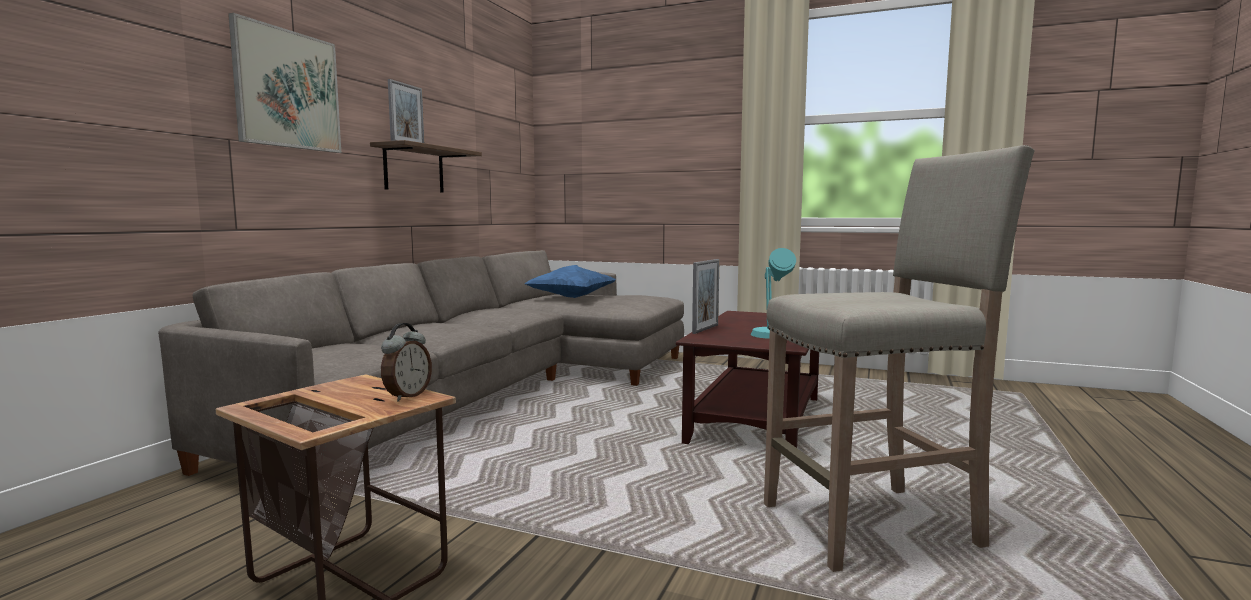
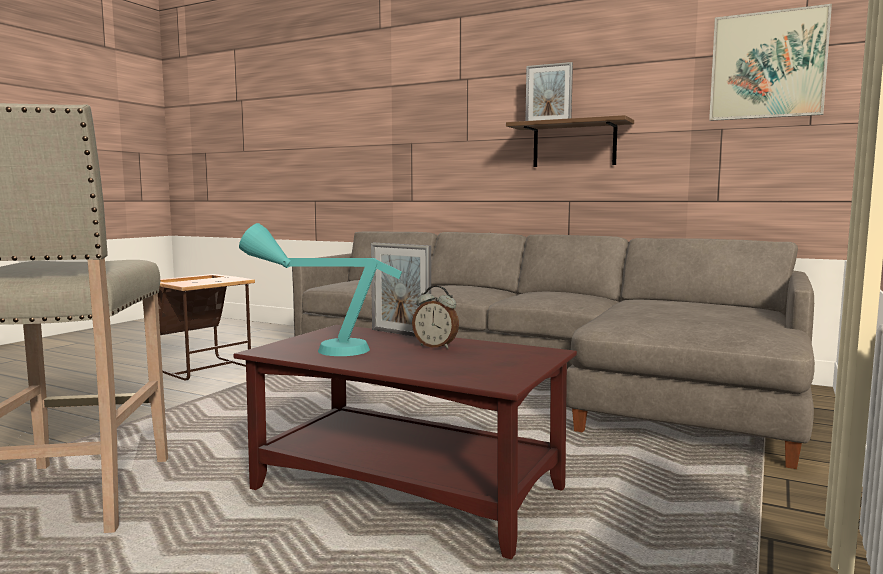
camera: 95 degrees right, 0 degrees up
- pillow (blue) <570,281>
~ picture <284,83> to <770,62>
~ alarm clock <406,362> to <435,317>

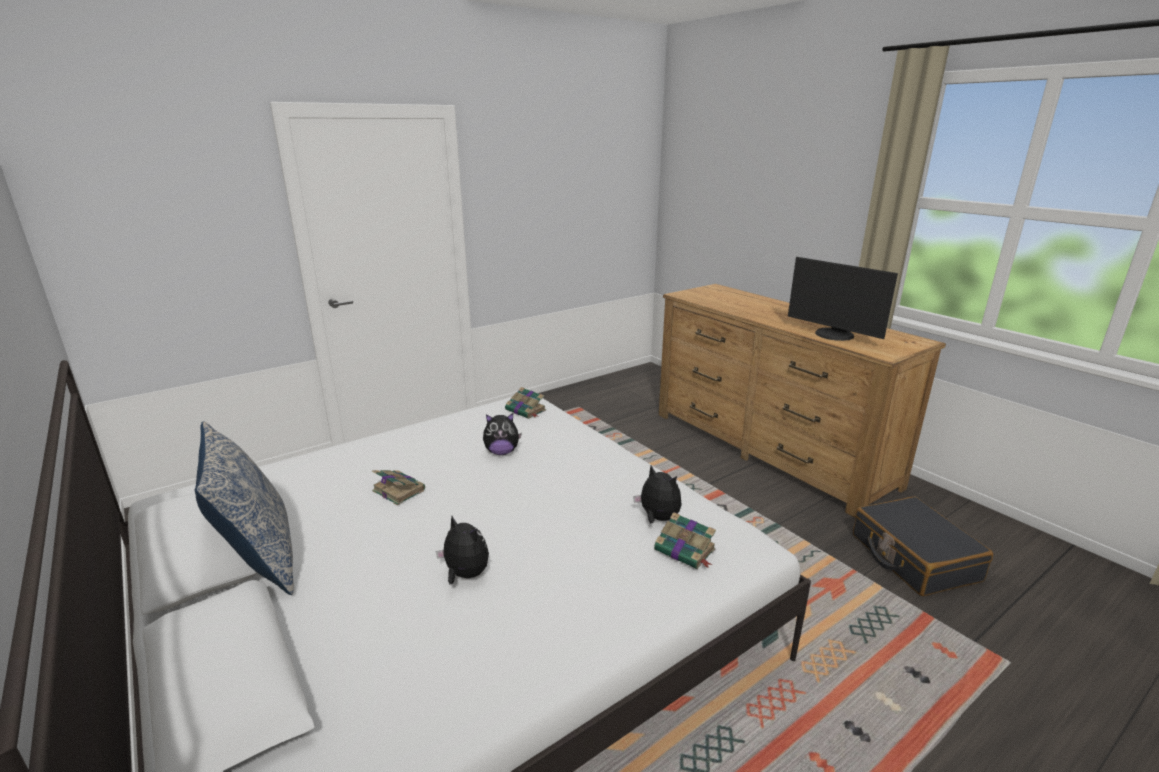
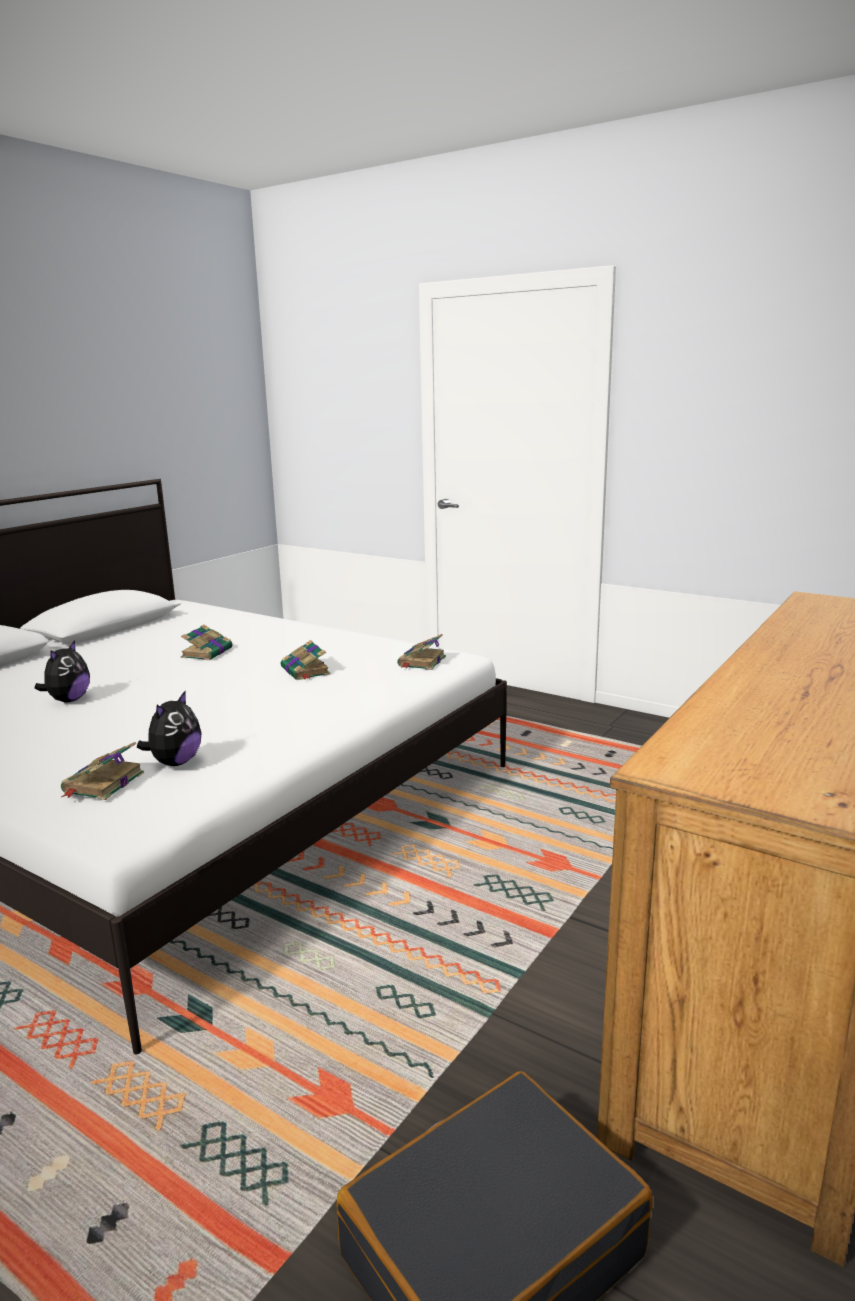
camera: 70 degrees right, 5 degrees down
- pillow <244,508>
- monitor <843,299>
~ plush toy <502,434> to book <305,660>

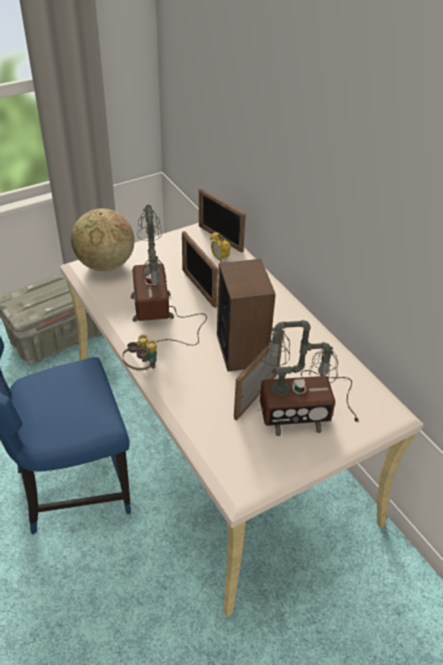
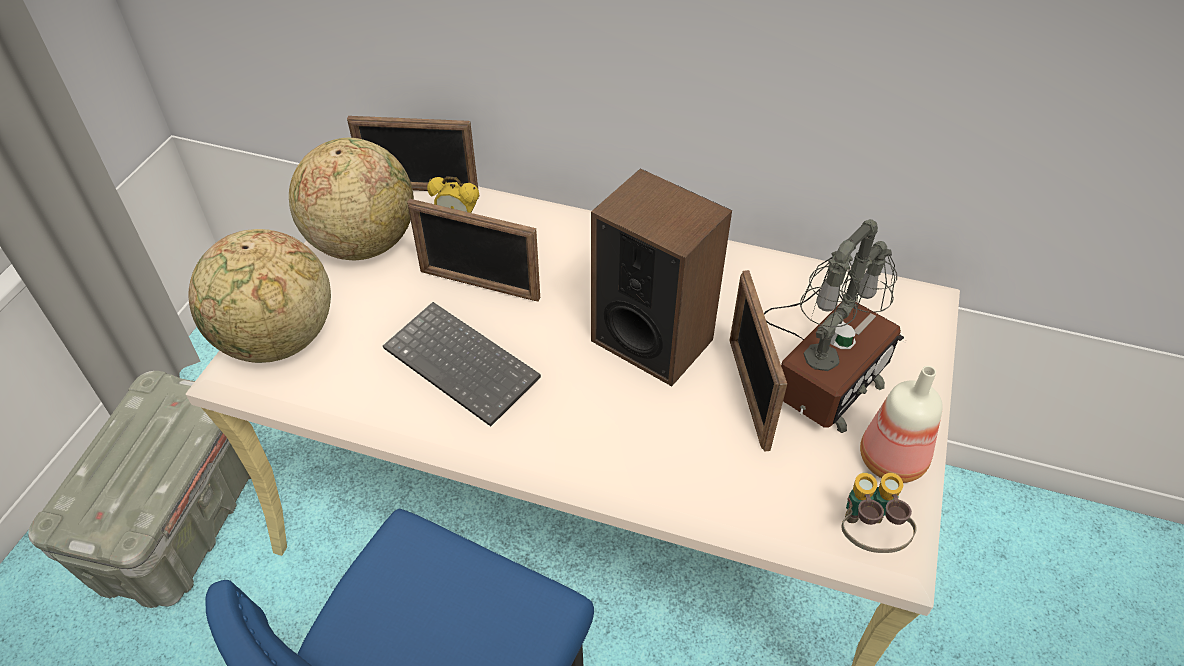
camera: 40 degrees left, 5 degrees up
+ globe <351,199>
+ bottle <901,424>
~ binoculars <139,352> to <879,513>
~ table lamp <169,274> to keyboard <462,364>

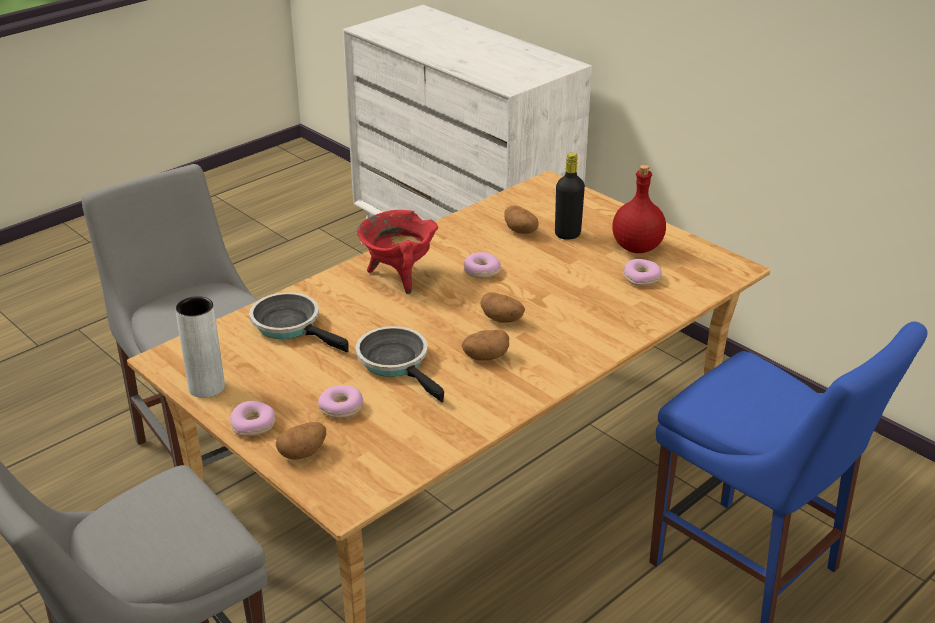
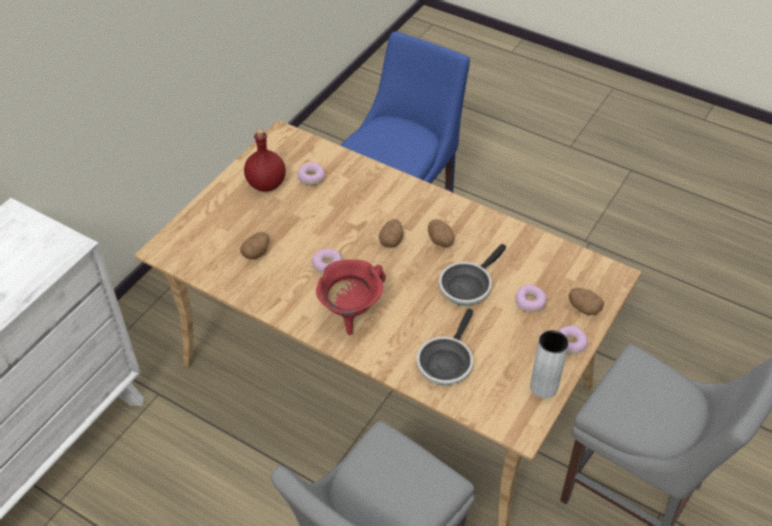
camera: 105 degrees left, 15 degrees up
- bottle (black) <570,196>

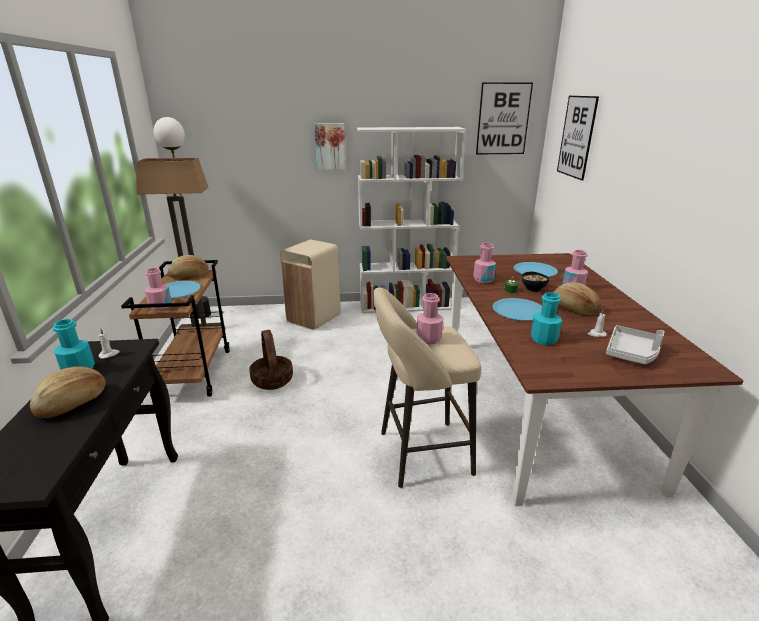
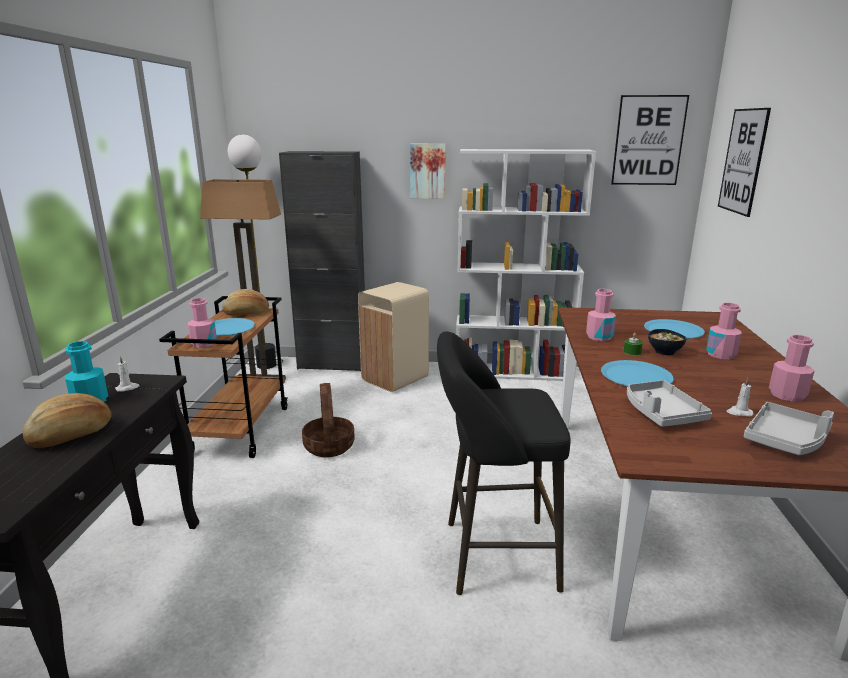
camera: 10 degrees right, 5 degrees down
- bread <577,298>
+ cabinet (black) <322,261>
~ bottle (pink) <429,318> to <791,368>
~ bottle (turquoise) <546,318> to tray (grey) <669,403>
~ stool (beige) <427,387> to stool (black) <504,463>

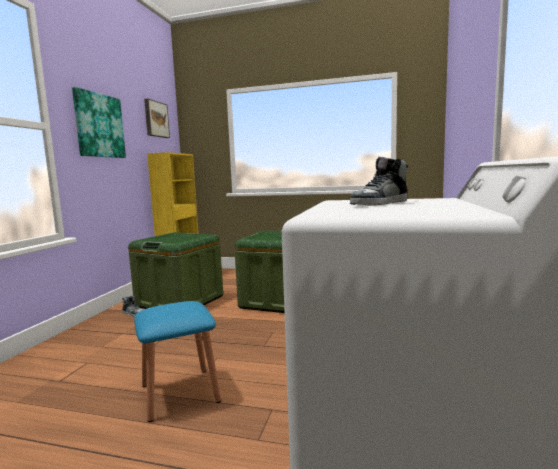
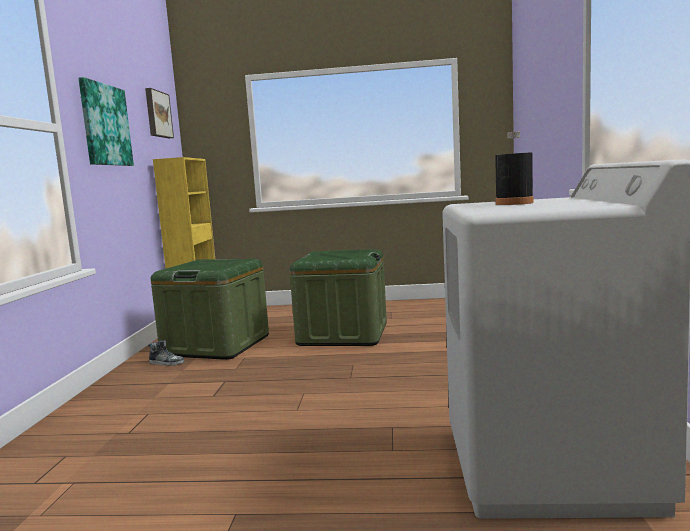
camera: 10 degrees left, 0 degrees up
- stool (blue) <177,361>
~ shoe <379,181> to bottle (black) <514,168>

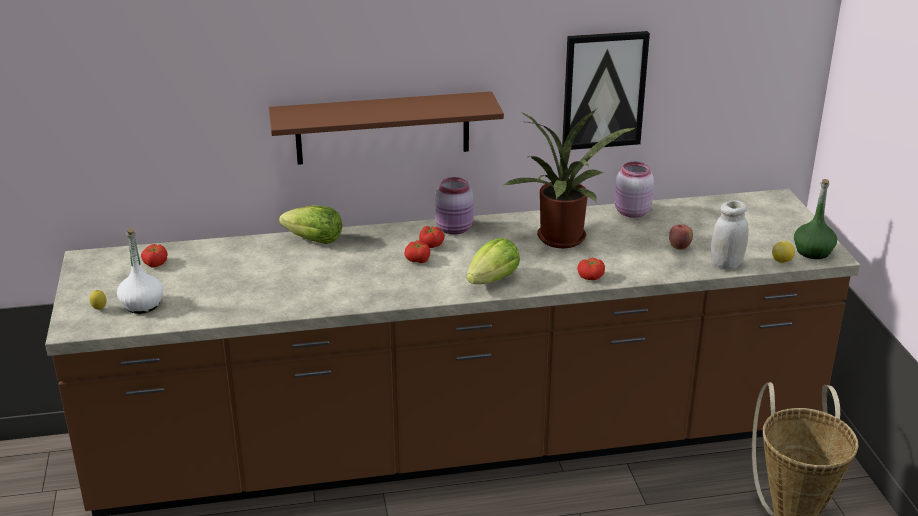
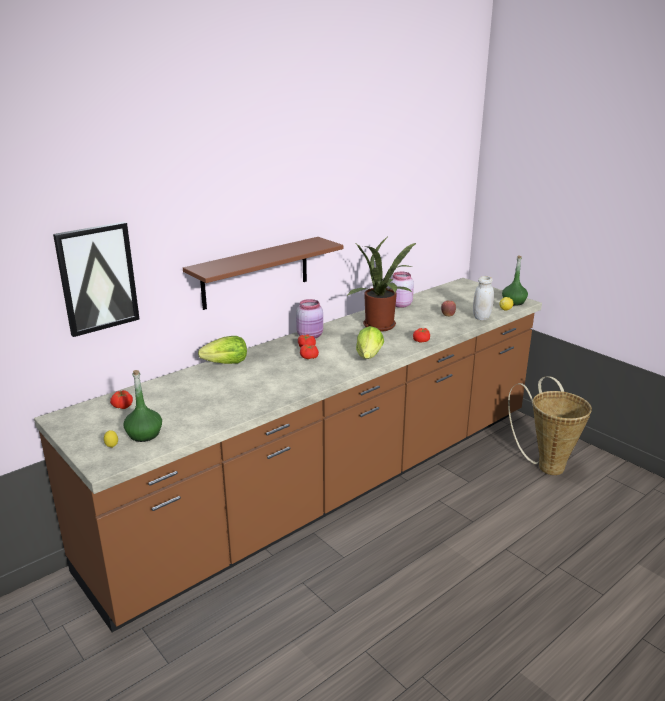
camera: 30 degrees left, 5 degrees down
~ picture <606,90> to <96,279>
~ bottle (white) <140,271> to bottle (green) <142,406>

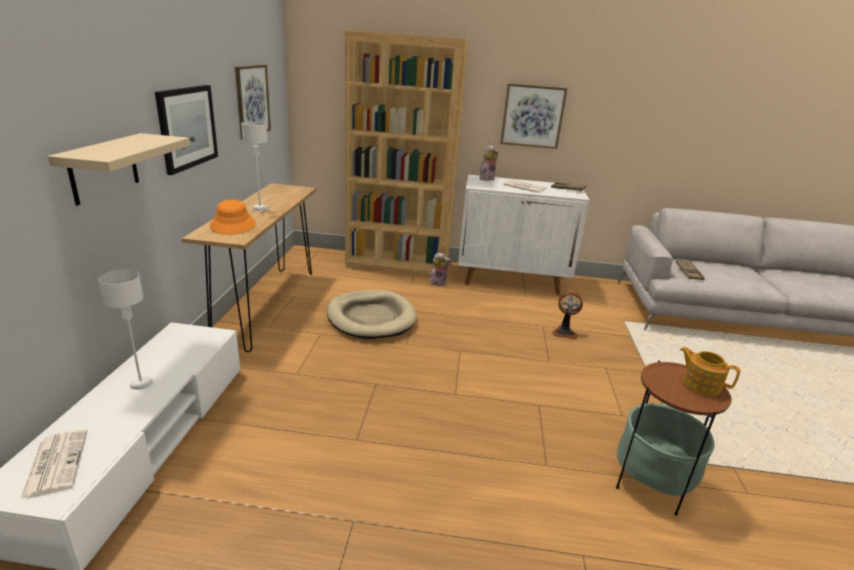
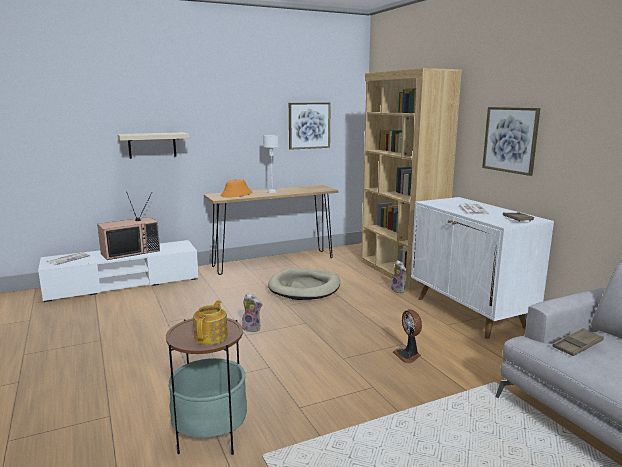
camera: 60 degrees right, 10 degrees down
- picture <186,130>
~ plush toy <489,163> to <252,312>
~ table lamp (white) <125,329> to television <128,226>

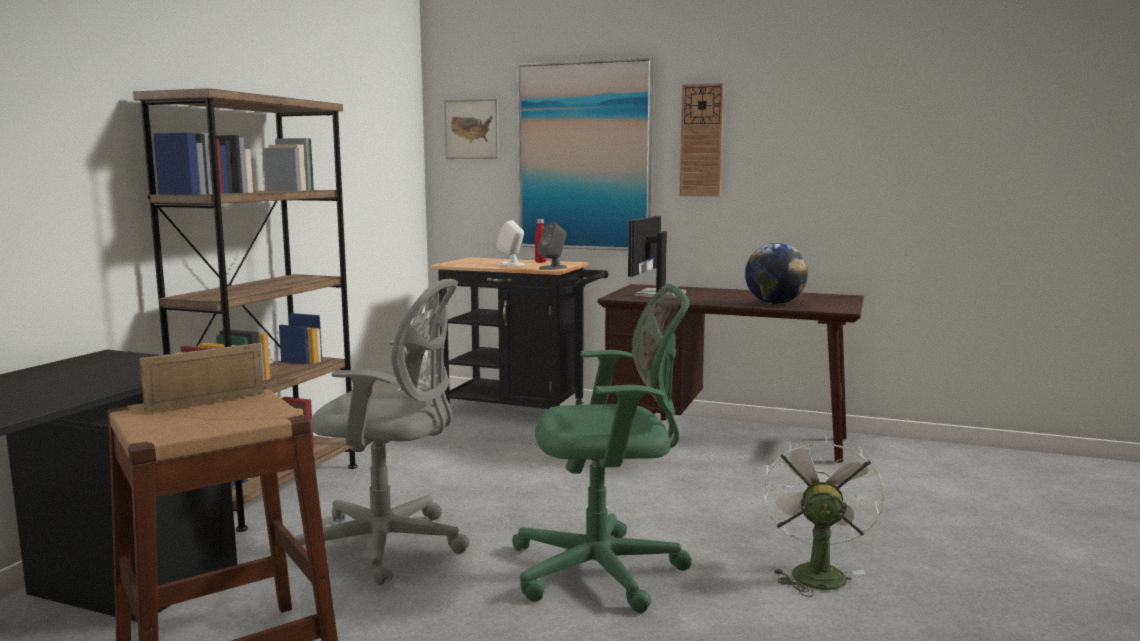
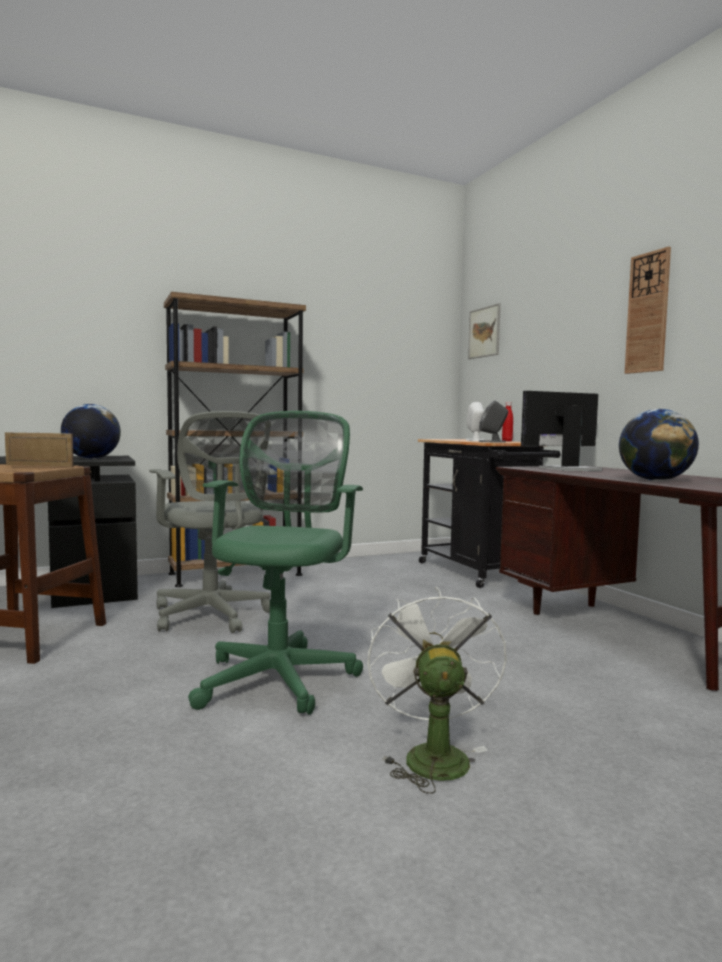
camera: 45 degrees right, 5 degrees down
- picture <585,154>
+ globe <91,431>
~ office chair (green) <602,448> = <275,563> 120 degrees counterclockwise
~ fan (white) <823,515> = <437,690> 60 degrees counterclockwise

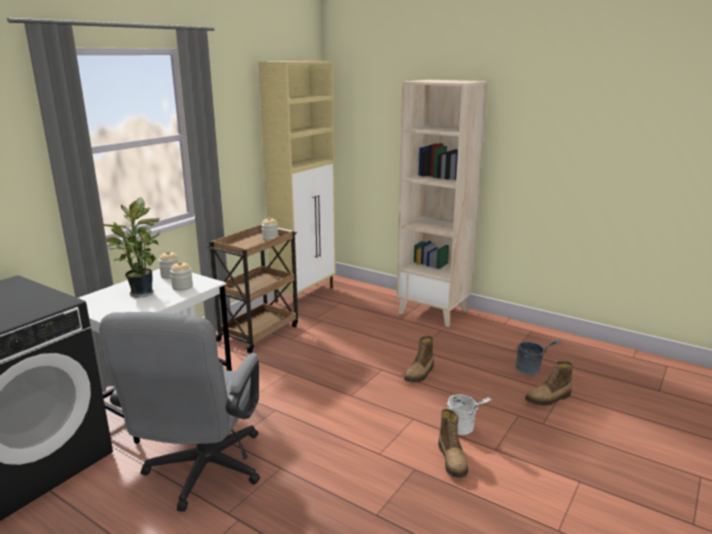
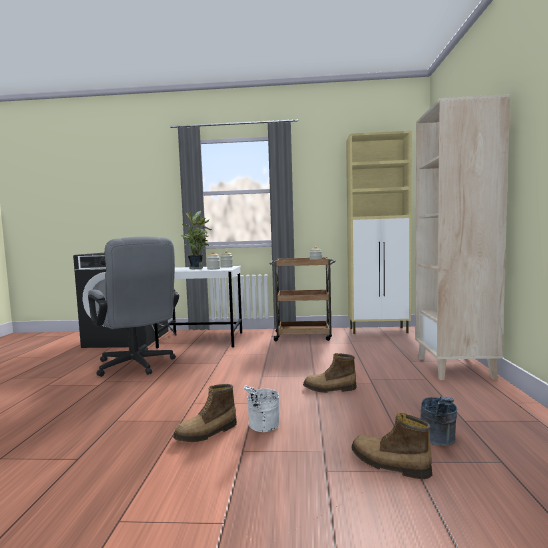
camera: 60 degrees right, 15 degrees down
~ office chair (grey) <179,412> = <133,307> 105 degrees counterclockwise

